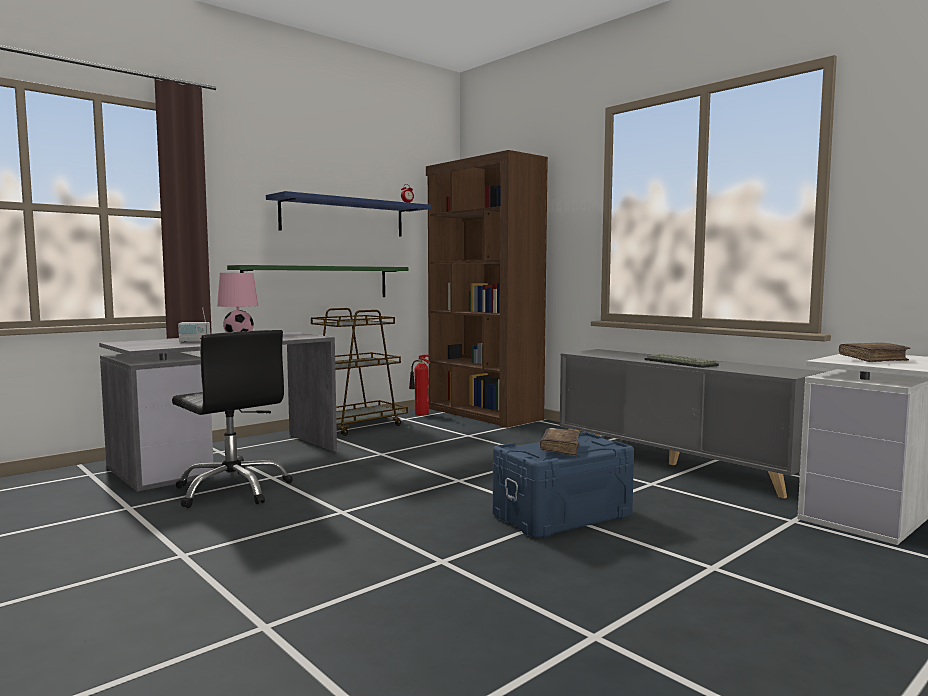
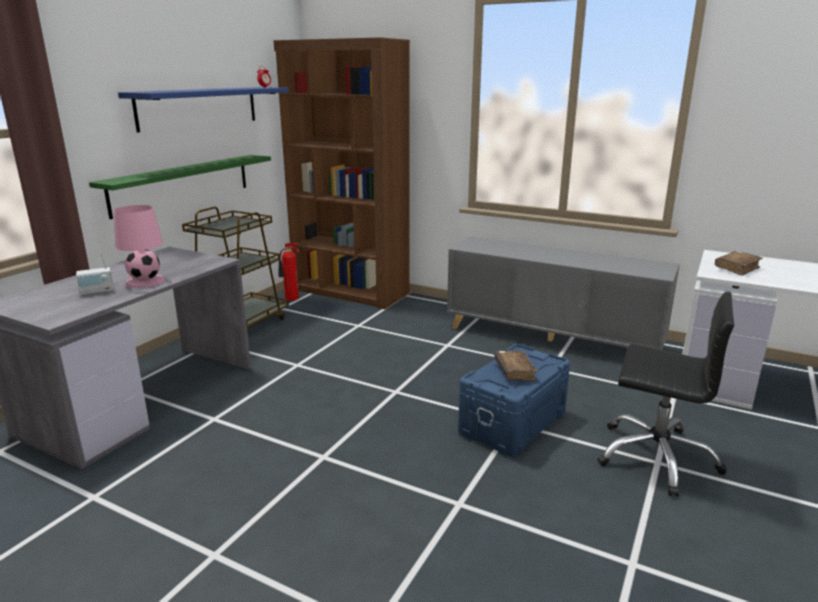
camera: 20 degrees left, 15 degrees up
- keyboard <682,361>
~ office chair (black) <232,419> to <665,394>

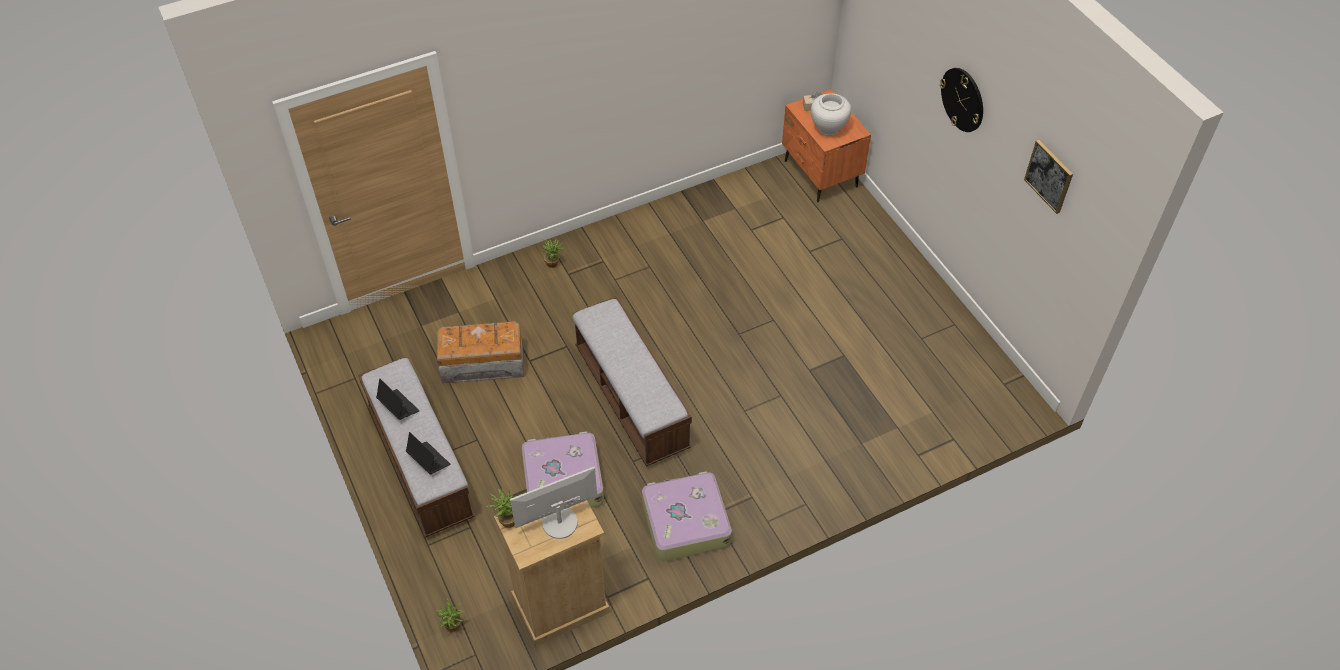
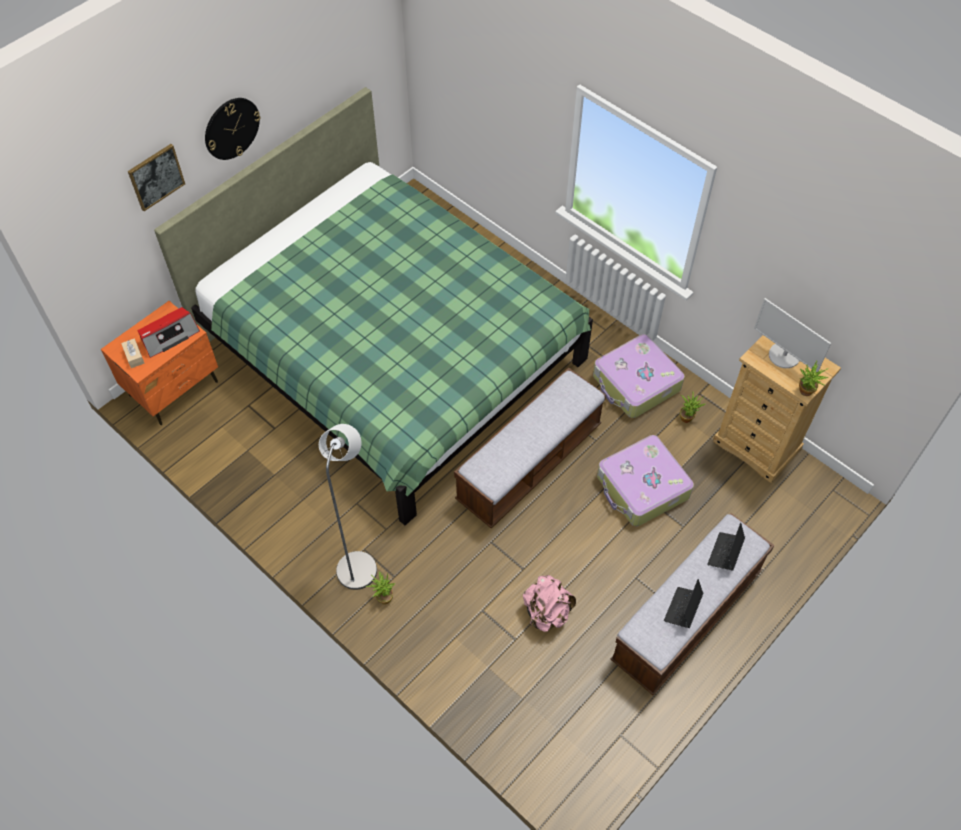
camera: 110 degrees left, 5 degrees up
+ bed (green) <373,306>
+ floor lamp (grey) <348,507>
~ potted plant <450,615> to <692,407>
~ picture <1048,177> to <156,177>
~ storage box <480,352> to backpack (pink) <549,603>
~ vase (white) <831,114> to radio <169,332>

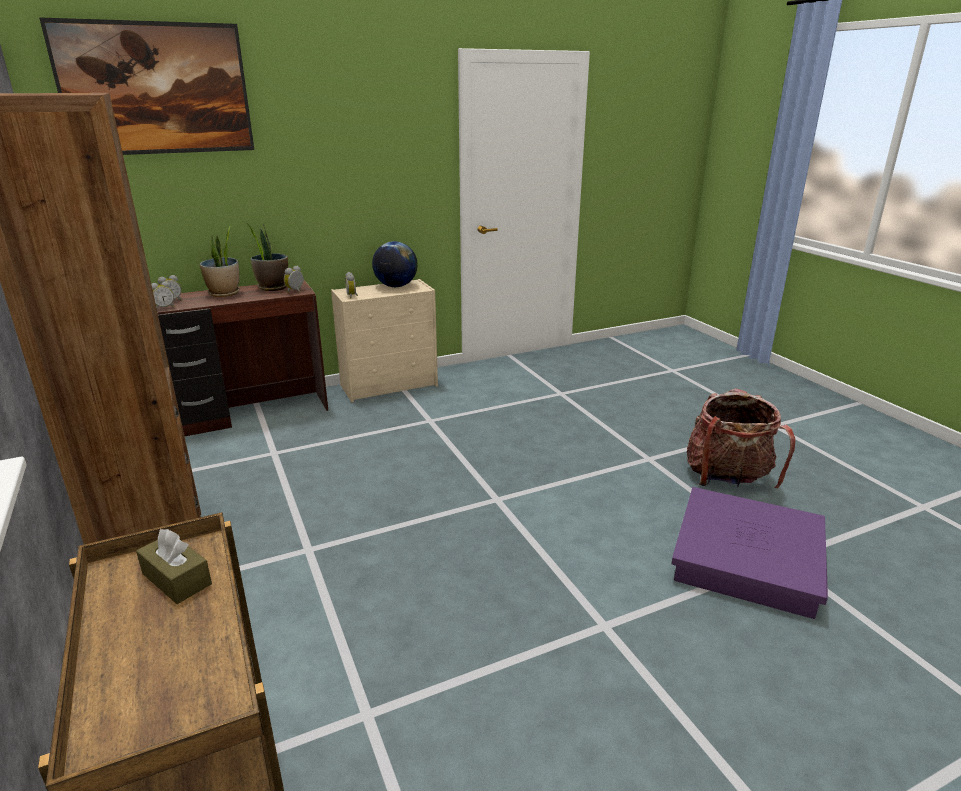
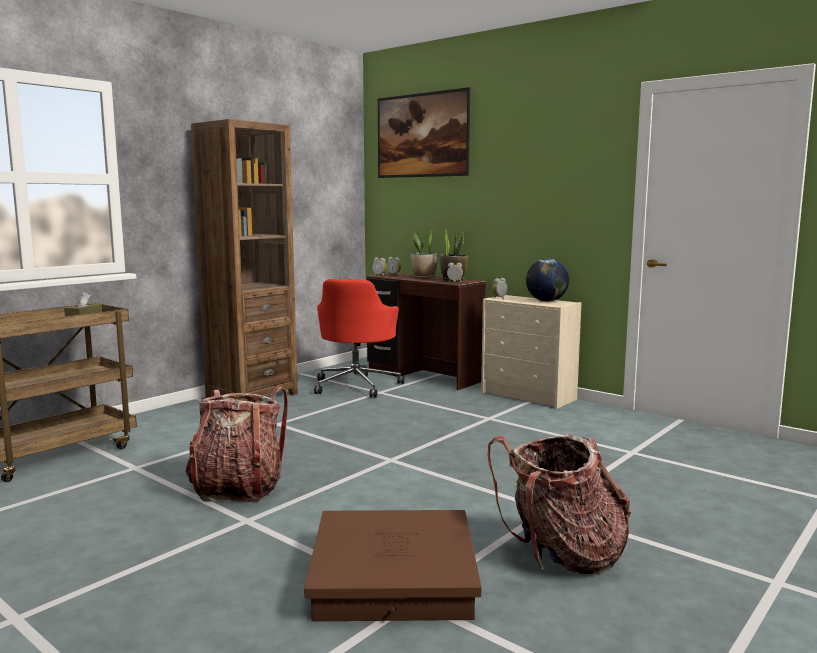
camera: 65 degrees right, 15 degrees down
+ backpack <237,444>
+ office chair (red) <359,338>
~ storage box (purple) <749,553> to storage box (brown) <392,565>

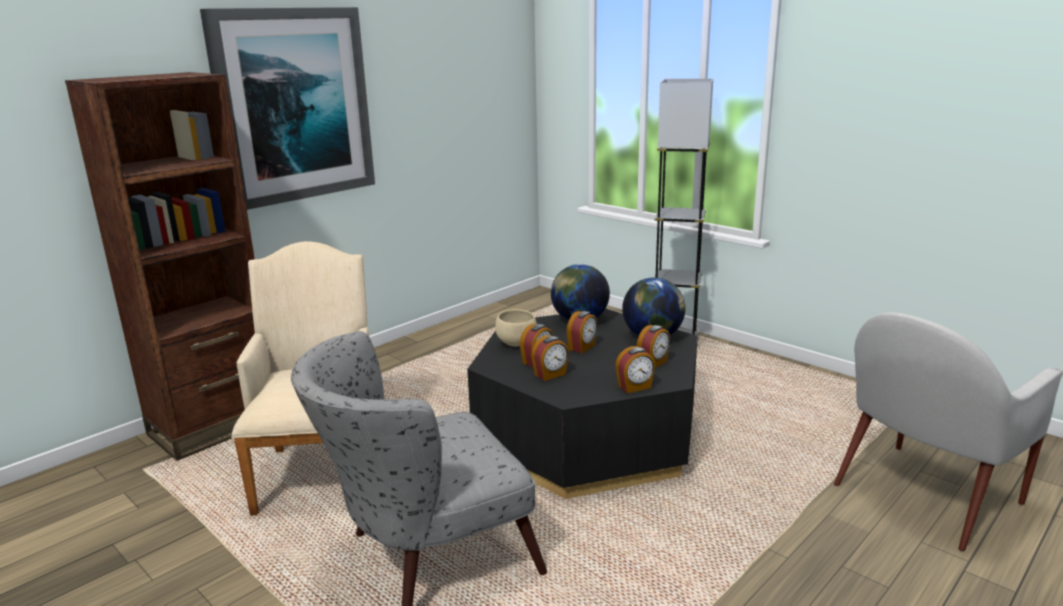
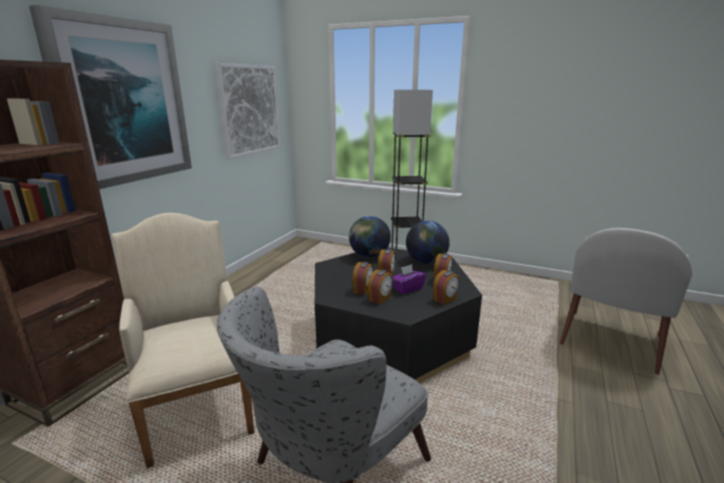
camera: 20 degrees left, 0 degrees up
- bowl (beige) <516,328>
+ picture <247,111>
+ tissue box (purple) <409,279>

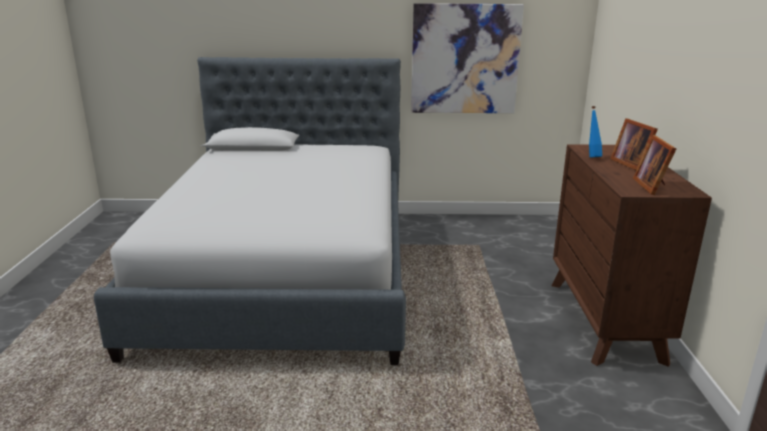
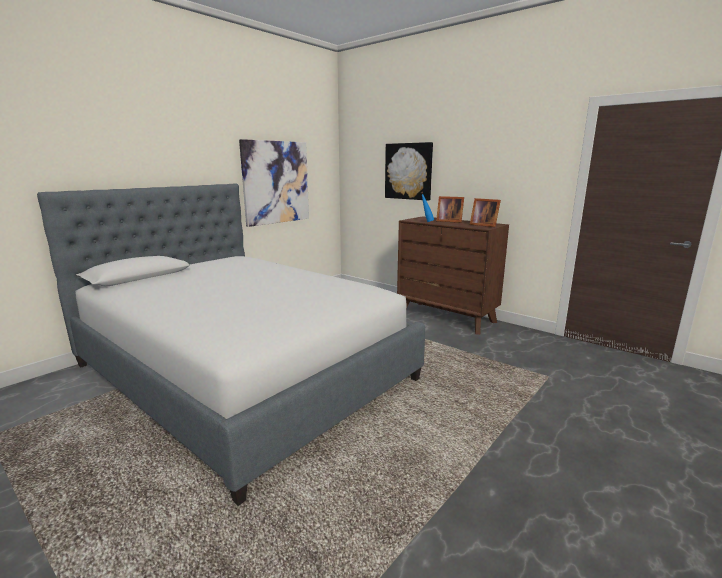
camera: 50 degrees left, 5 degrees down
+ picture <409,171>

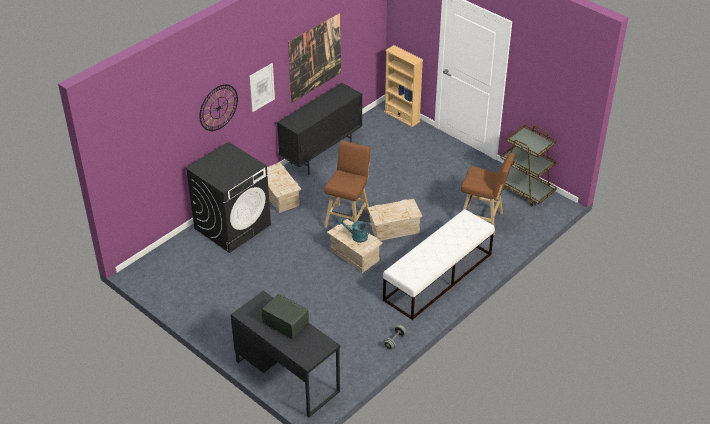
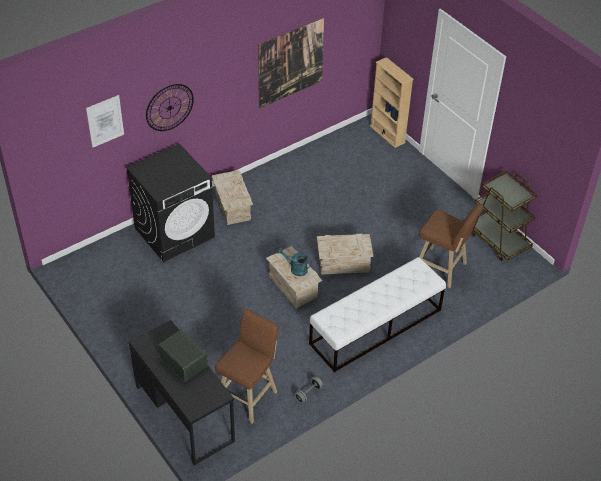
camera: 10 degrees right, 5 degrees up
- cabinet (black) <319,129>
~ picture <262,87> to <105,121>
~ stool (brown) <347,184> to <247,366>

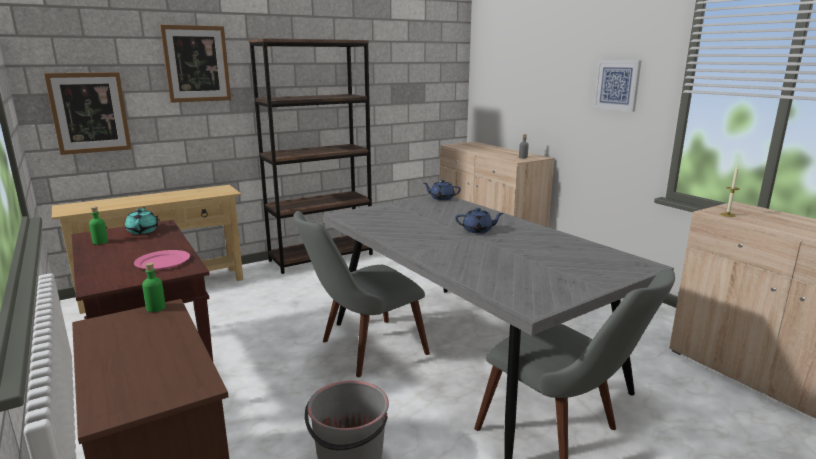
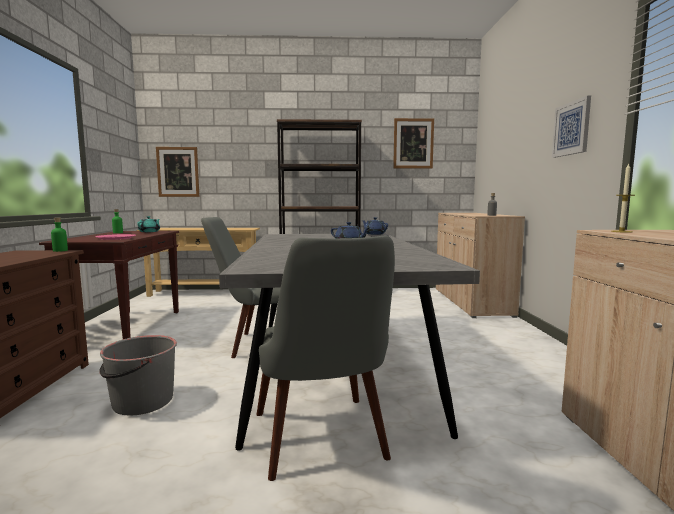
camera: 30 degrees right, 10 degrees down
~ picture <195,64> to <413,143>

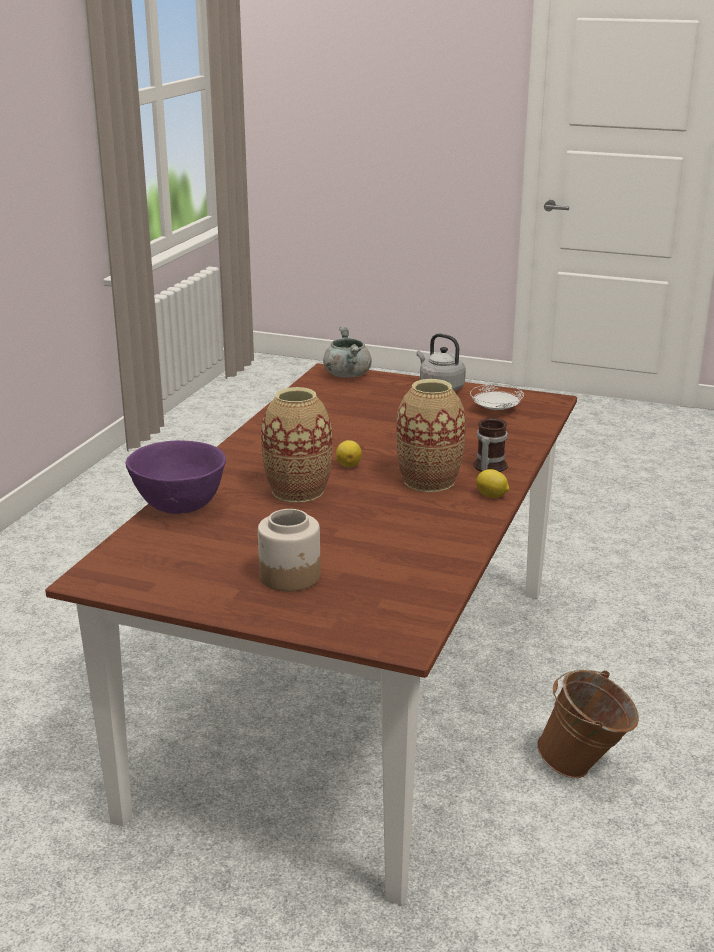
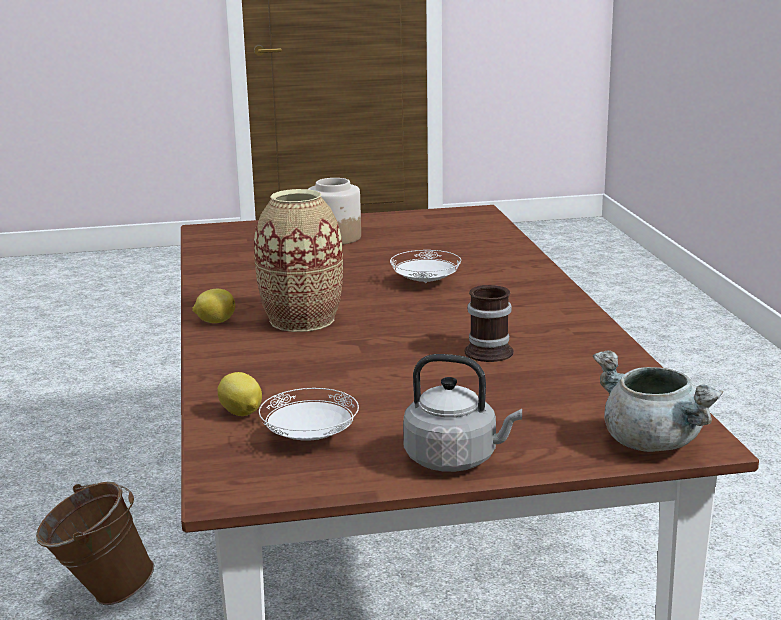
camera: 150 degrees right, 5 degrees down
- bowl (purple) <176,477>
~ lemon <349,453> to <239,394>
~ mug <490,445> to <489,323>
~ vase <296,444> to plate (white) <425,266>

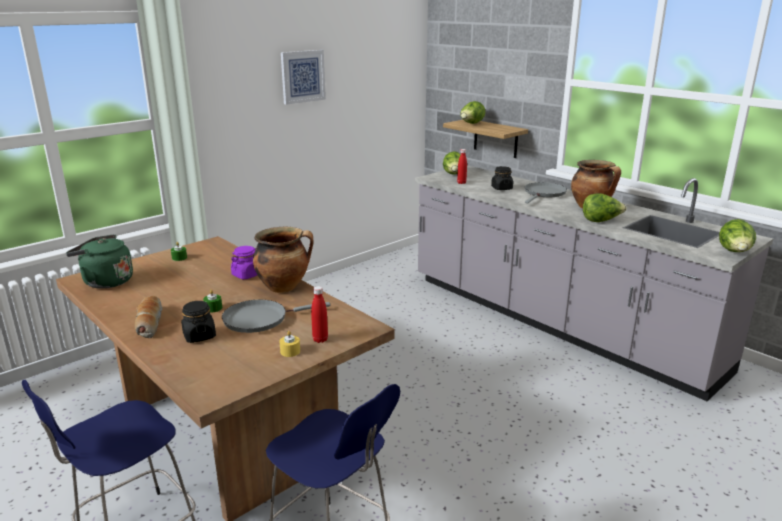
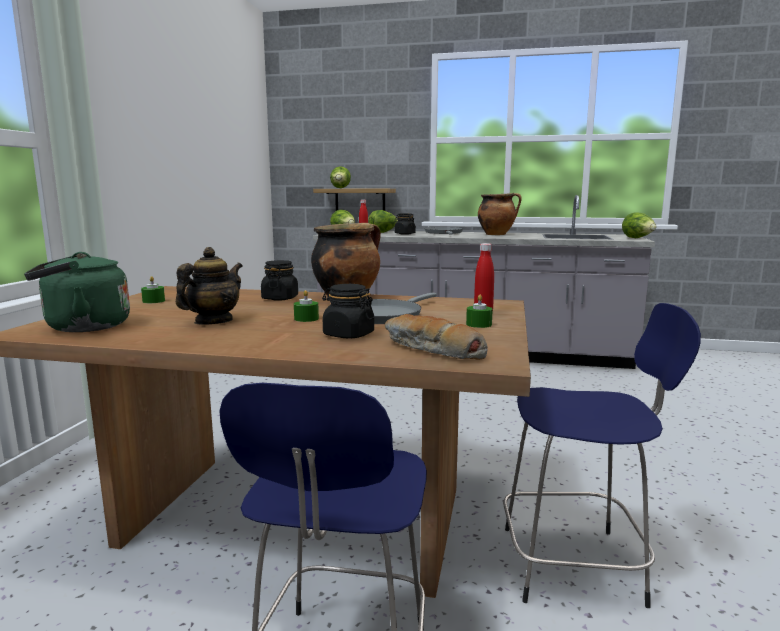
camera: 35 degrees left, 10 degrees down
- picture <303,77>
+ teapot <209,286>
~ bread <149,317> to <436,337>
~ lettuce <604,207> to <383,221>
~ jar (purple) <244,262> to jar (black) <279,280>
~ candle (yellow) <289,344> to candle (green) <479,311>

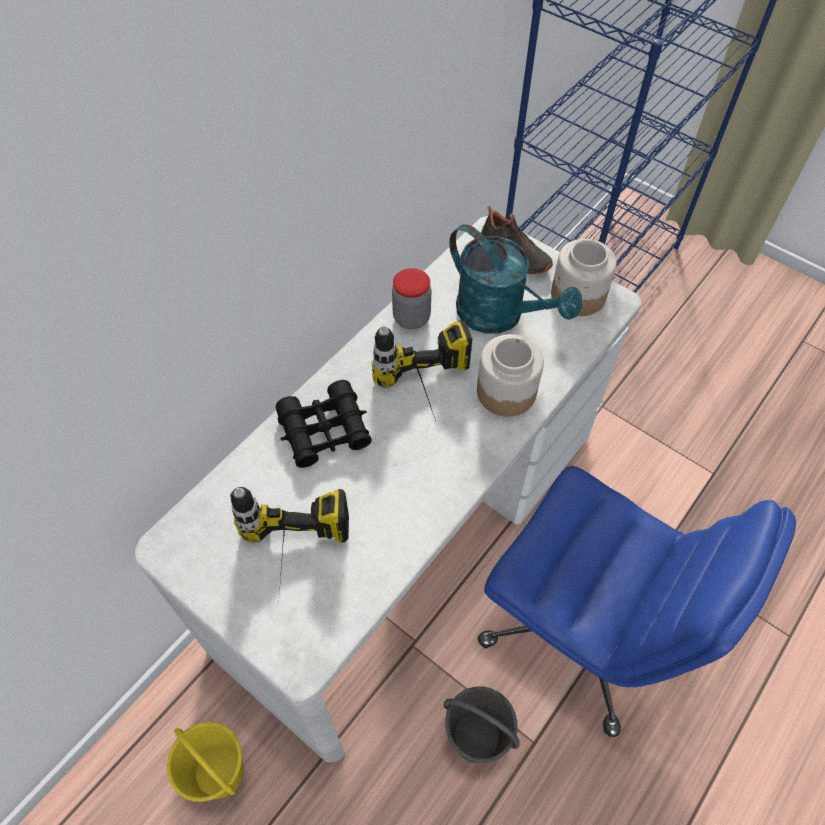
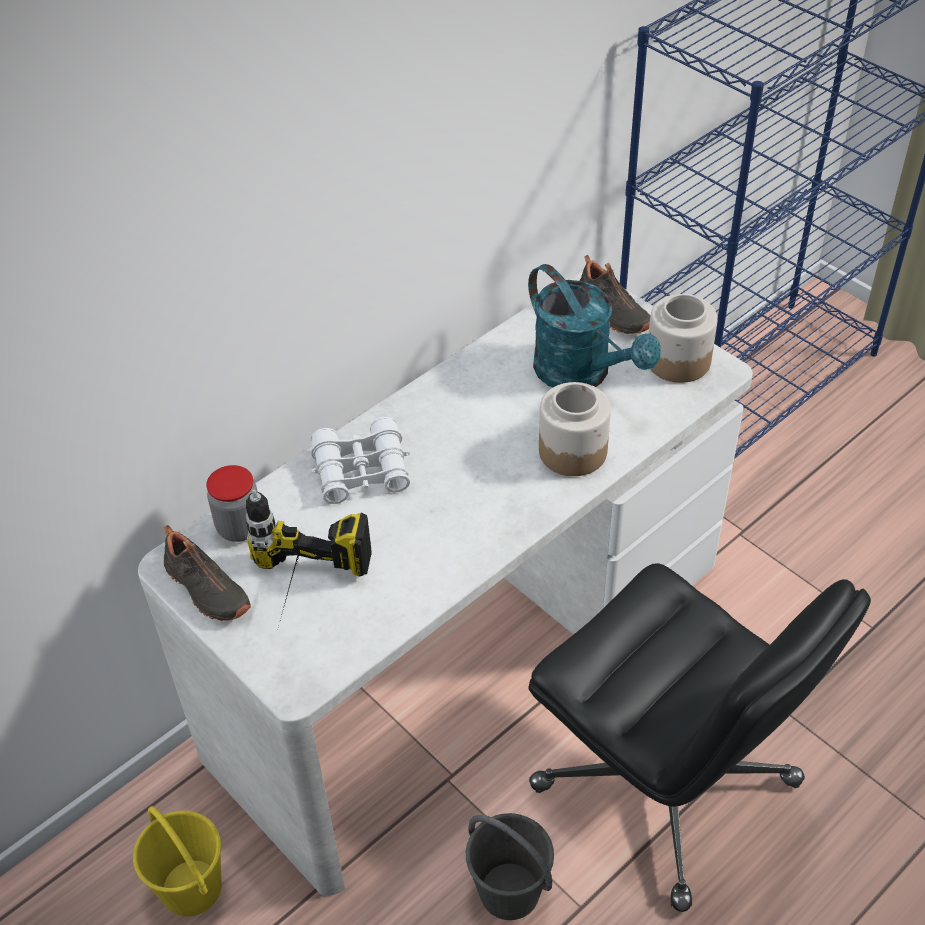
camera: 10 degrees right, 10 degrees down
- power drill <422,372>
+ shoe (black) <207,573>
~ jar <411,298> to <232,503>
~ binoculars (black) <324,424> to binoculars (white) <360,460>
~ office chair (blue) <637,601> to office chair (black) <700,737>

